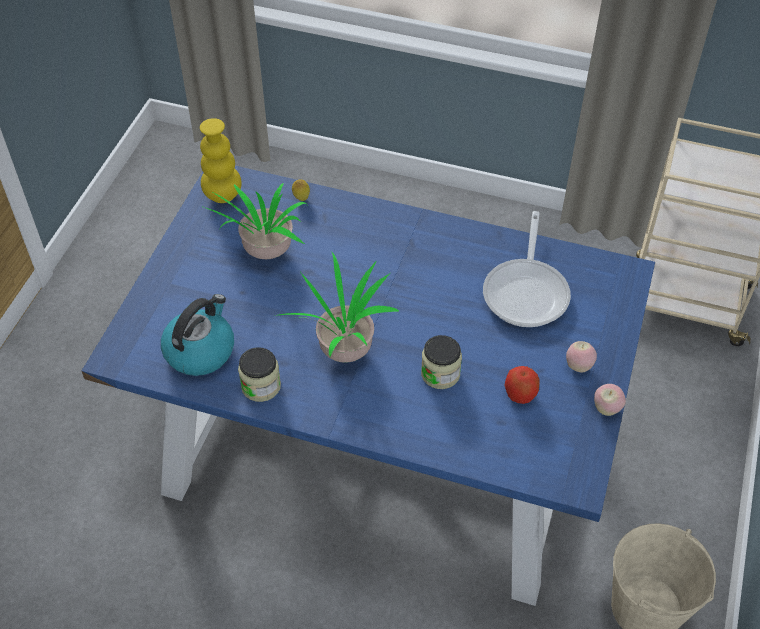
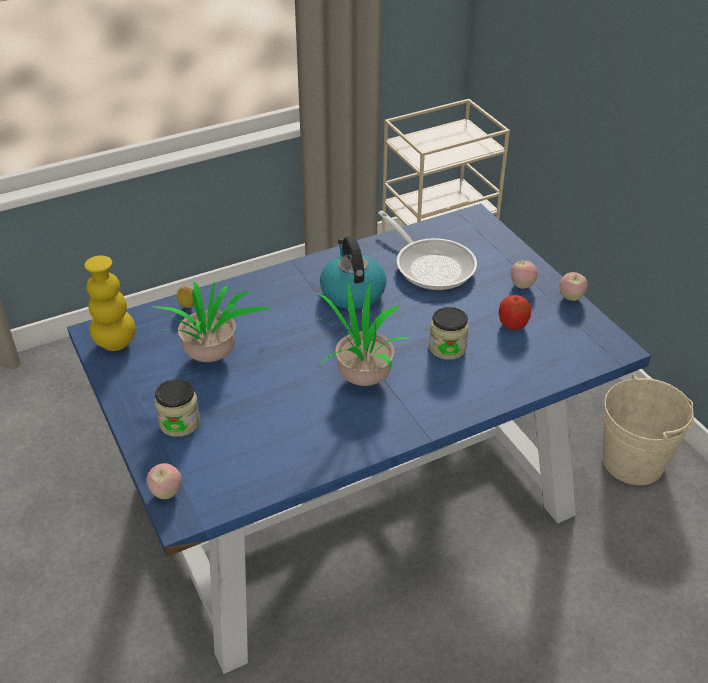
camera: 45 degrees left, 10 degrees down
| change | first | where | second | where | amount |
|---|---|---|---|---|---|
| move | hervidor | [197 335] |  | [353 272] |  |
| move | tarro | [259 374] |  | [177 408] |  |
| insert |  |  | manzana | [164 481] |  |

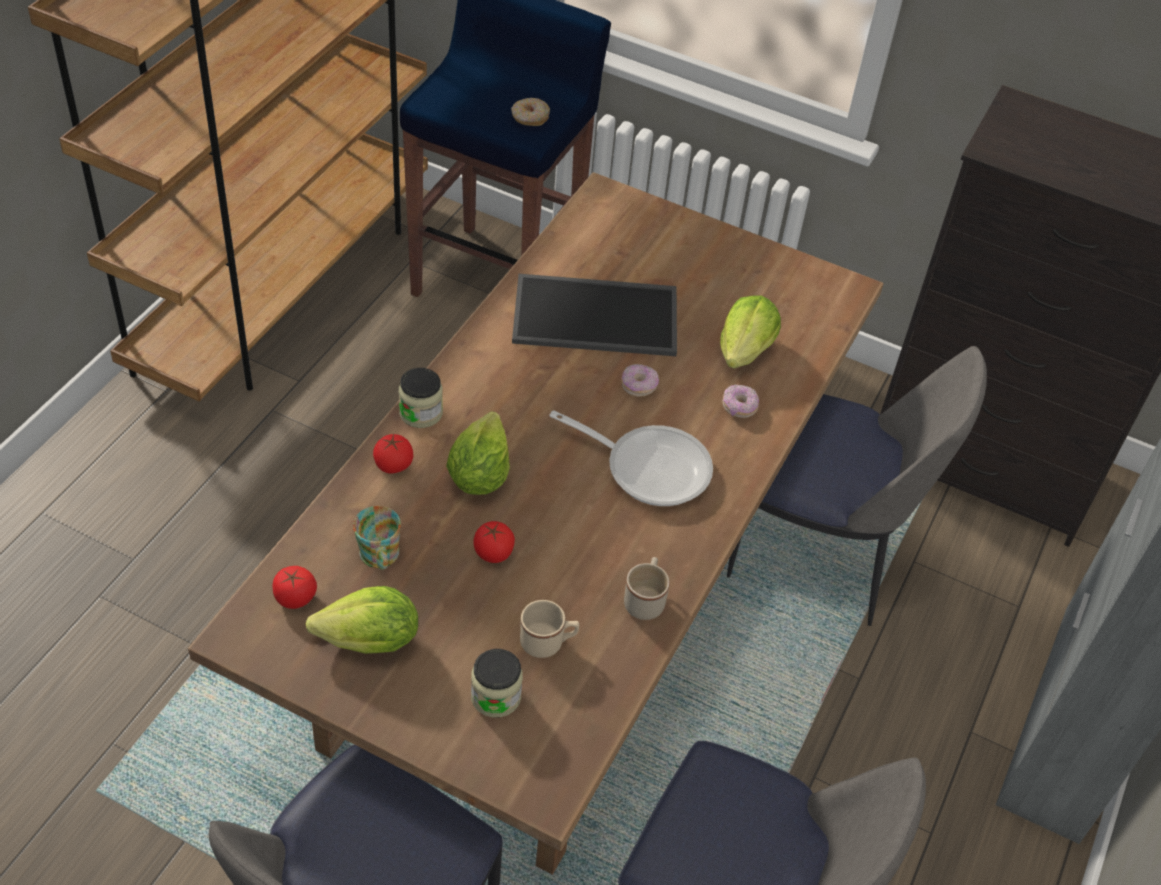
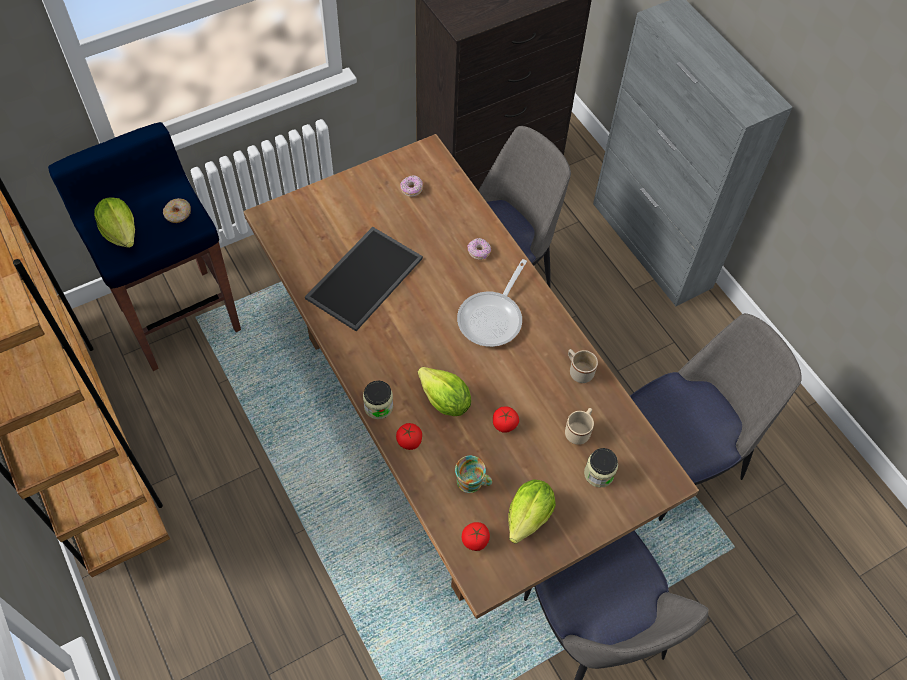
camera: 55 degrees left, 10 degrees up
| change | first | where | second | where | amount |
|---|---|---|---|---|---|
| rotate | sartén | [631 458] |  | [492 303] | 150 degrees clockwise |
| move | rosquilla | [640 380] |  | [411 186] |  |
| move | lechuga | [750 332] |  | [114 223] |  |

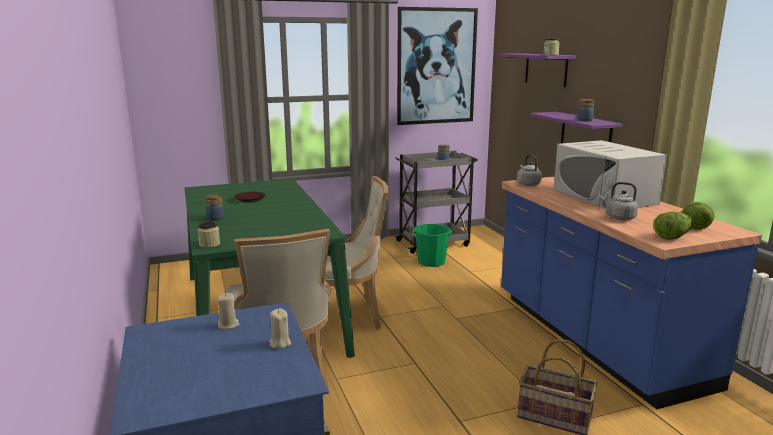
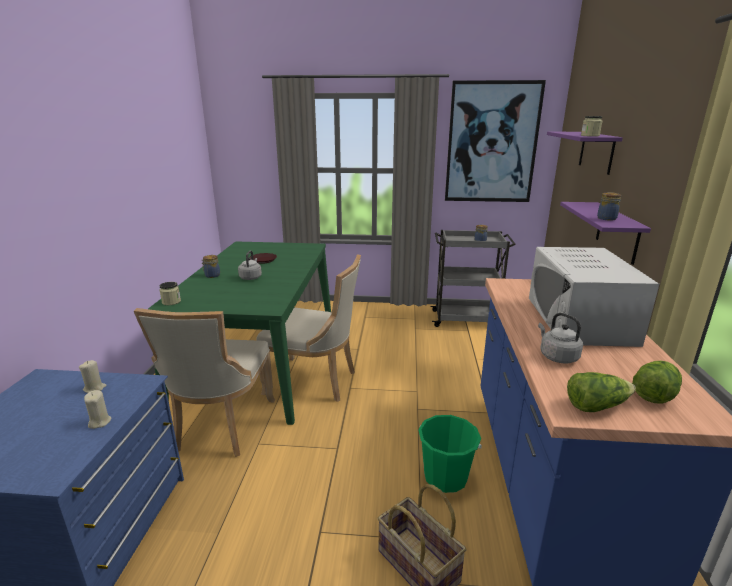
camera: 25 degrees right, 5 degrees up
| change | first | where | second | where | amount |
|---|---|---|---|---|---|
| move | cubo [verde] | [432 245] |  | [450 454] |  |
| move | hervidor [gris] | [529 170] |  | [250 265] |  |

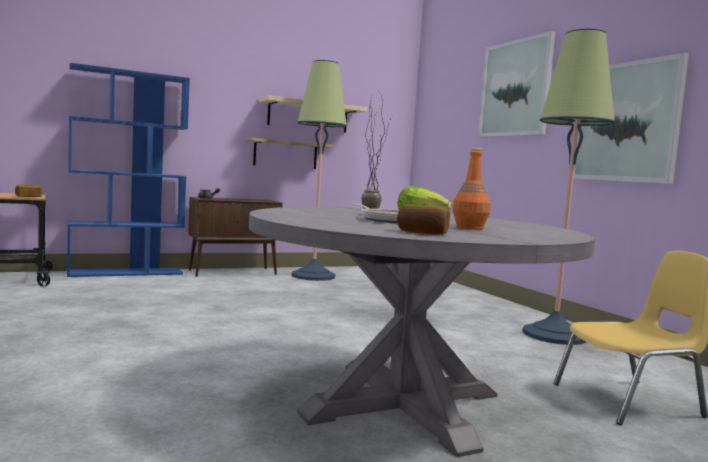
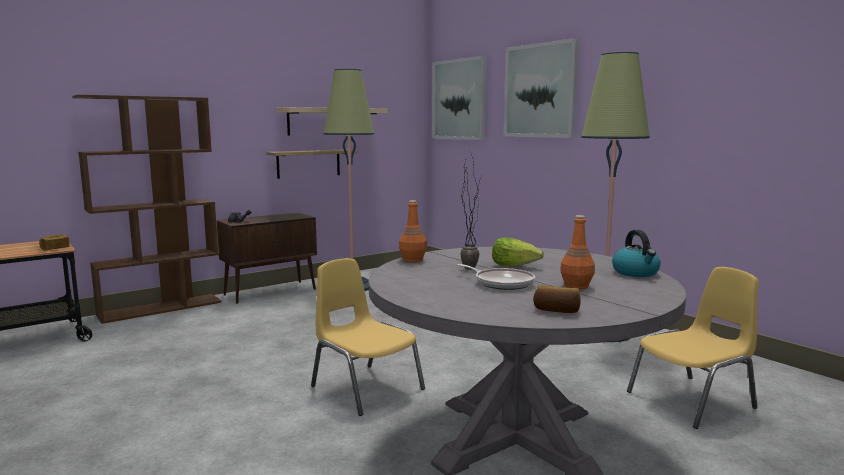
camera: 10 degrees left, 5 degrees up
| change | first | where | second | where | amount |
|---|---|---|---|---|---|
| recolor | estantería [azul] | [128 170] | estantería [marrón] | [147 209] |  |
| move | cuadro | [631 118] |  | [459 98] |  |
| insert |  |  | silla [amarillo] | [368 337] |  |
| insert |  |  | botella [naranja] | [413 231] |  |
| insert |  |  | hervidor | [636 253] |  |

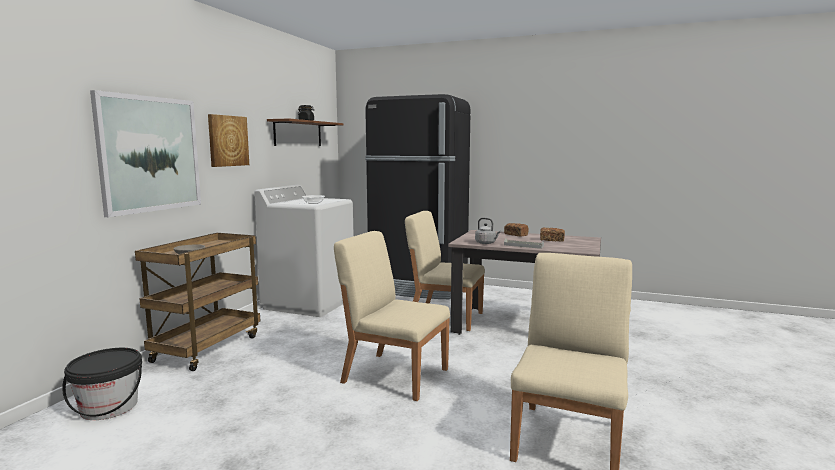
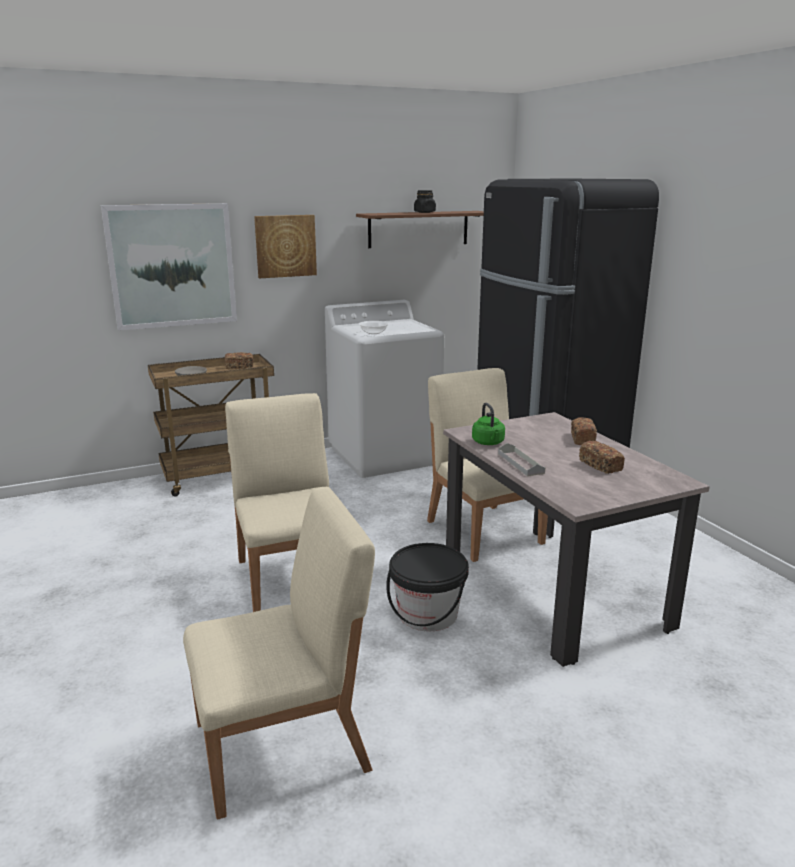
camera: 45 degrees right, 10 degrees up
| change | first | where | second | where | amount |
|---|---|---|---|---|---|
| move | cubo [negro] | [102 384] |  | [427 587] |  |
| recolor | hervidor [gris] | [488 231] | hervidor [verde] | [488 424] |  |
| insert |  |  | pan | [239 360] |  |

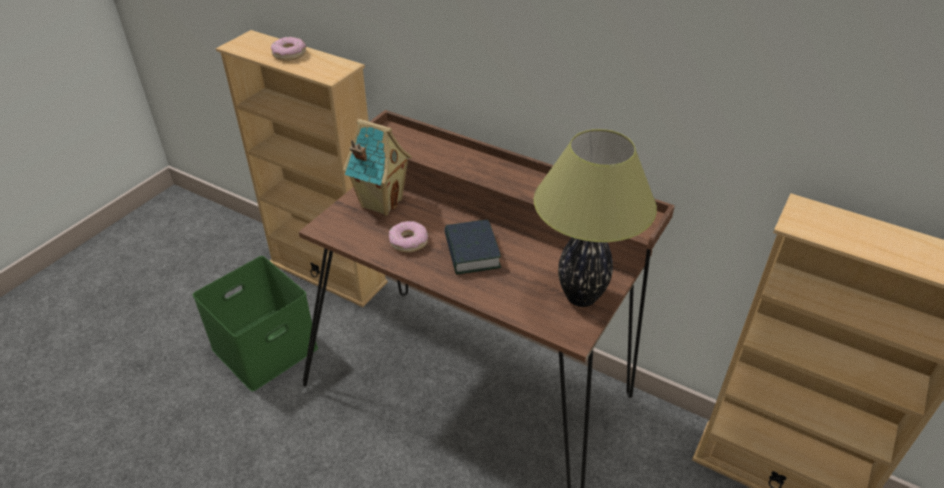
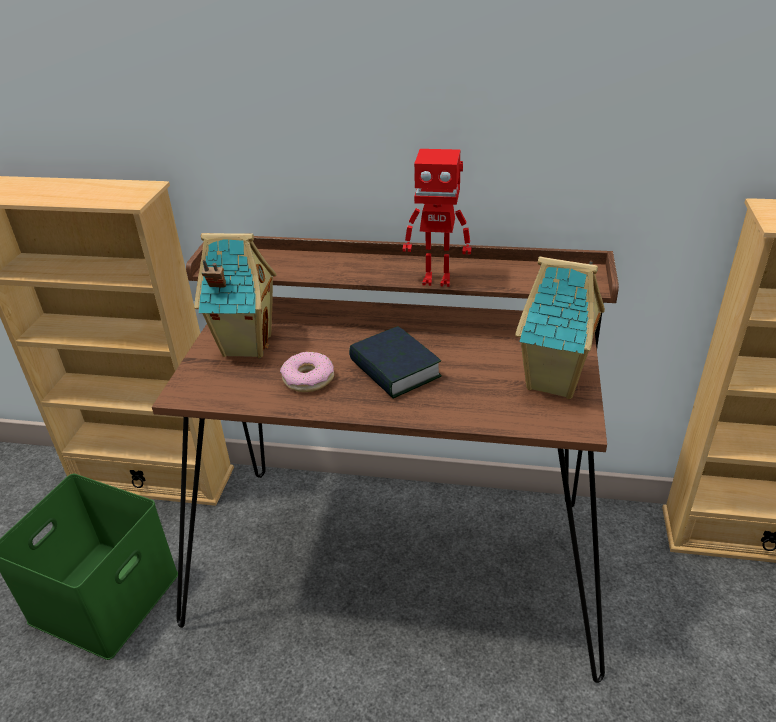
camera: 20 degrees left, 5 degrees down
| change | first | where | second | where | amount |
|---|---|---|---|---|---|
| delete | rosquilla | [288 49] |  |  |  |
| replace | lámpara de mesa | [595 218] | casita | [560 327] |  |
| insert |  |  | robot de juguete | [437 218] |  |

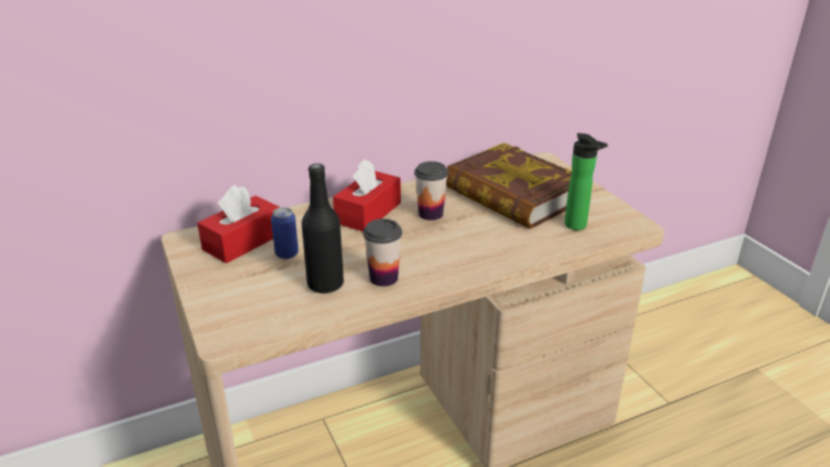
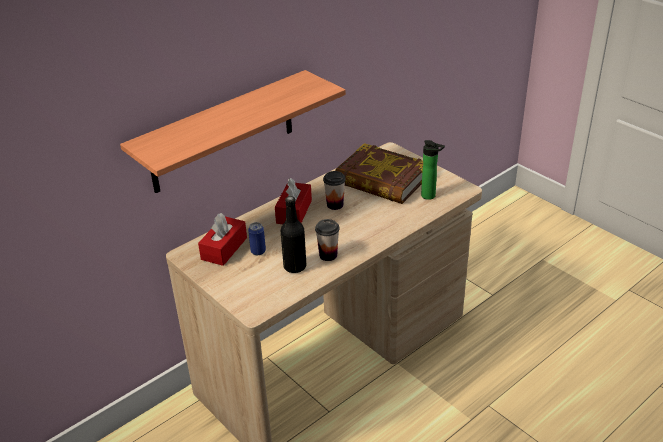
camera: 15 degrees left, 5 degrees up
| change | first | where | second | where | amount |
|---|---|---|---|---|---|
| insert |  |  | estante | [233 131] |  |

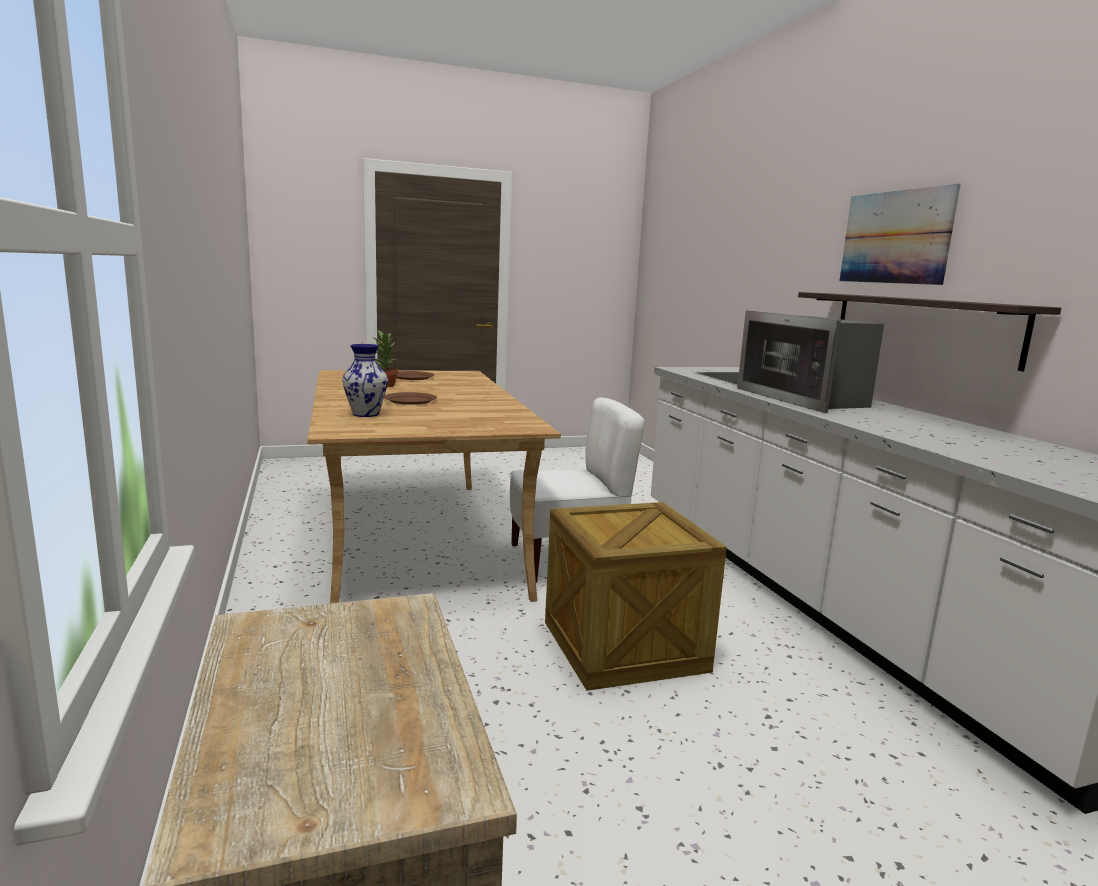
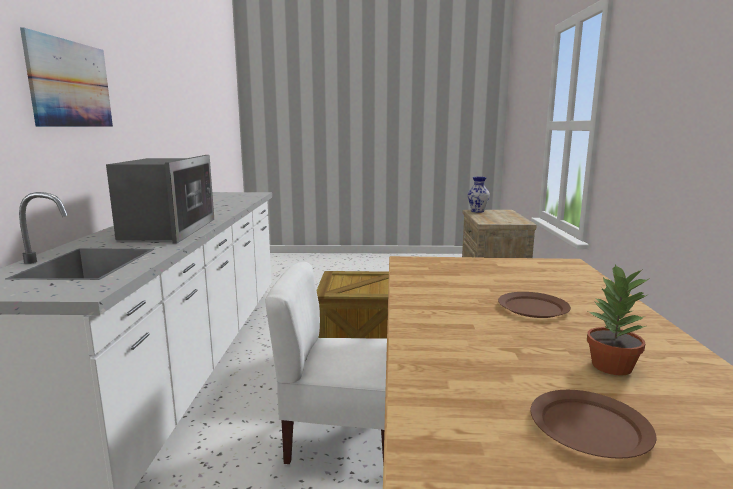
camera: 160 degrees left, 0 degrees up
| change | first | where | second | where | amount |
|---|---|---|---|---|---|
| move | florero | [365 380] |  | [479 195] |  |
| delete | estante | [929 331] |  |  |  |

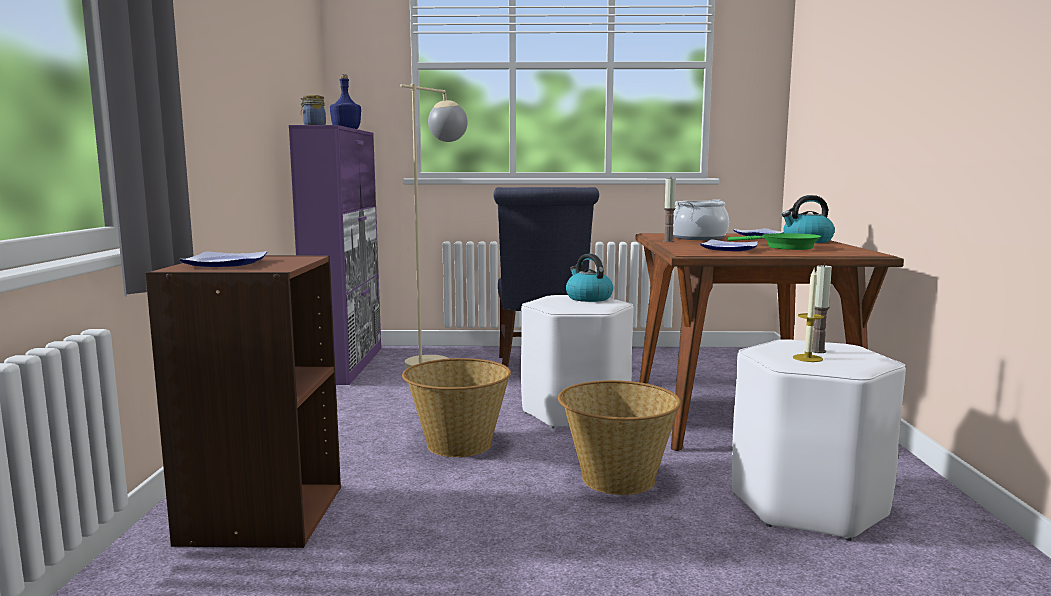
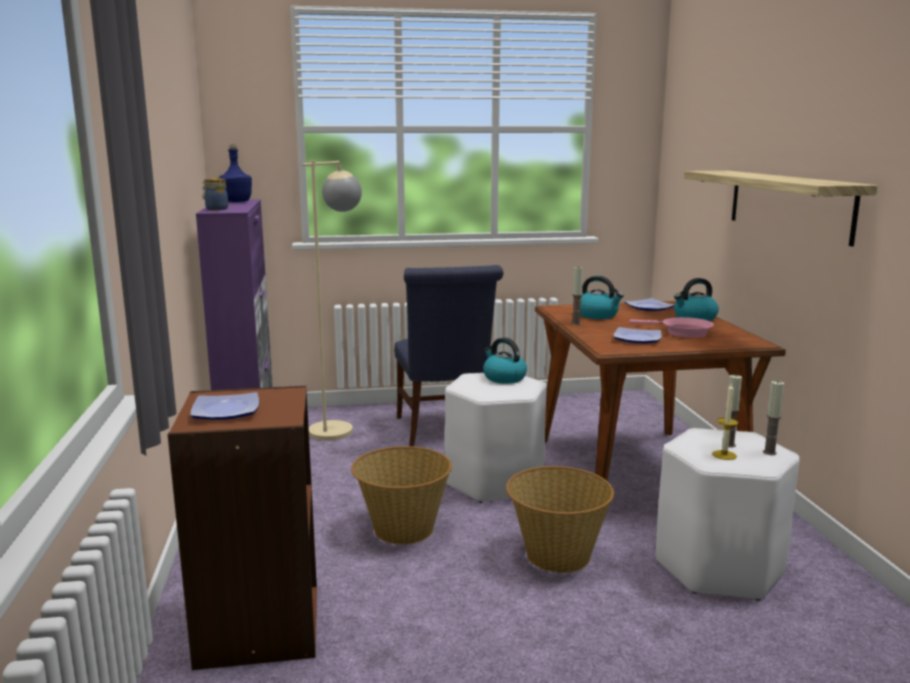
camera: 10 degrees left, 5 degrees up
| change | first | where | second | where | amount |
|---|---|---|---|---|---|
| replace | olla | [701 219] | hervidor | [602 297] |  |
| recolor | sartén [verde] | [774 241] | sartén [rosa] | [671 327] |  |
| insert |  |  | estante | [781 209] |  |
| insert |  |  | vela | [773 418] |  |

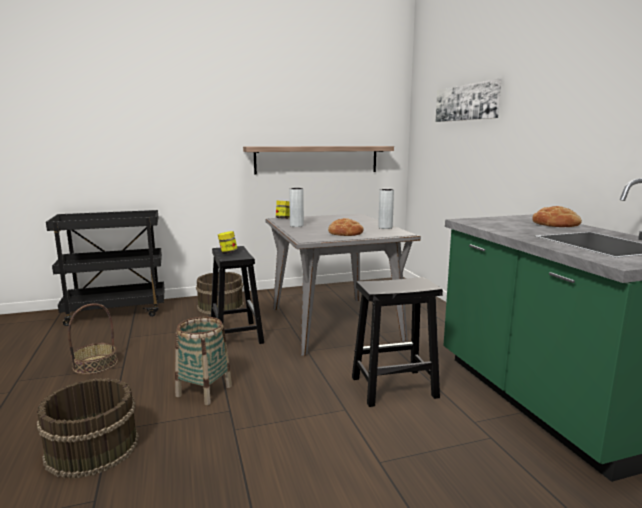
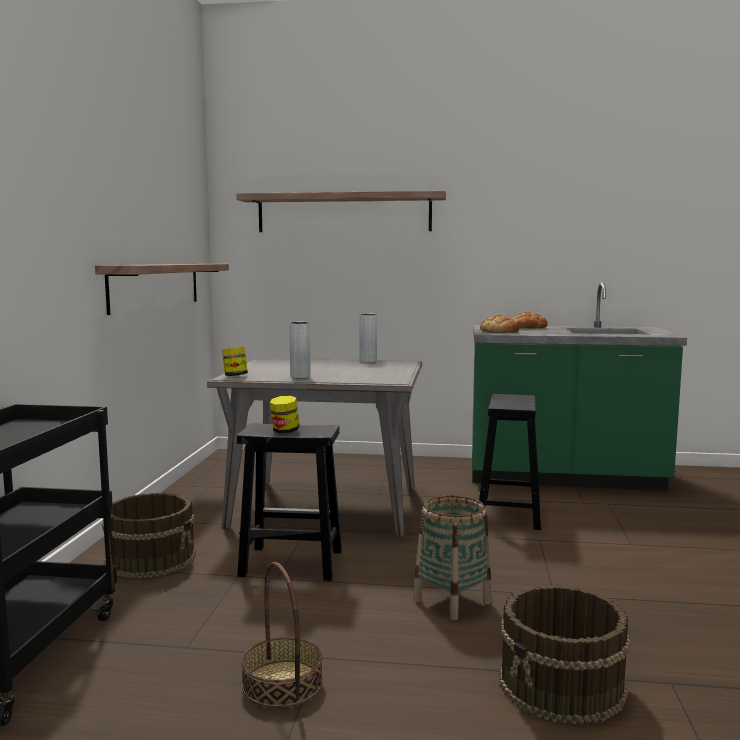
camera: 65 degrees left, 5 degrees down
| change | first | where | second | where | amount |
|---|---|---|---|---|---|
| move | pan | [346 227] |  | [500 324] |  |
| replace | cuadro | [468 100] | estante | [341 211] |  |

